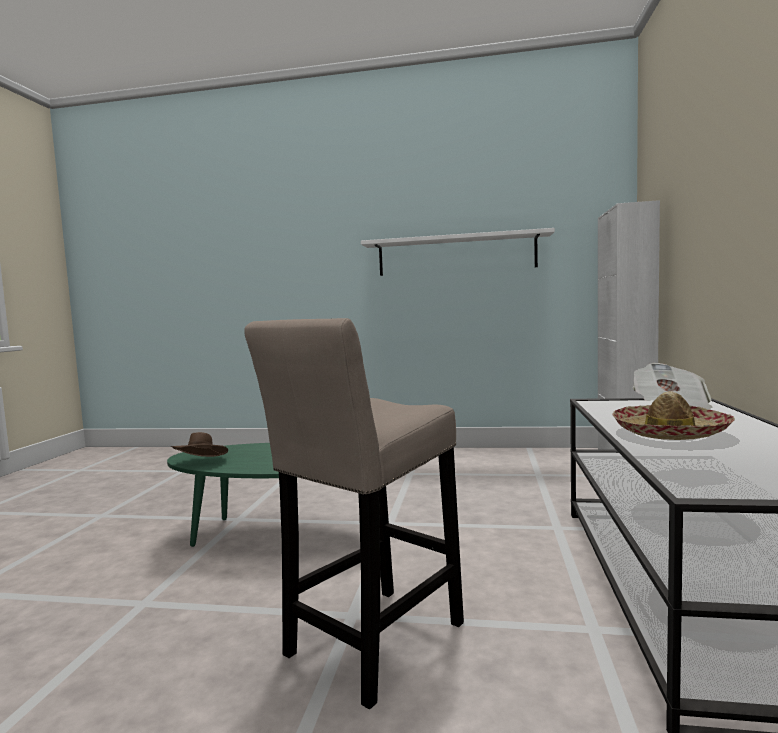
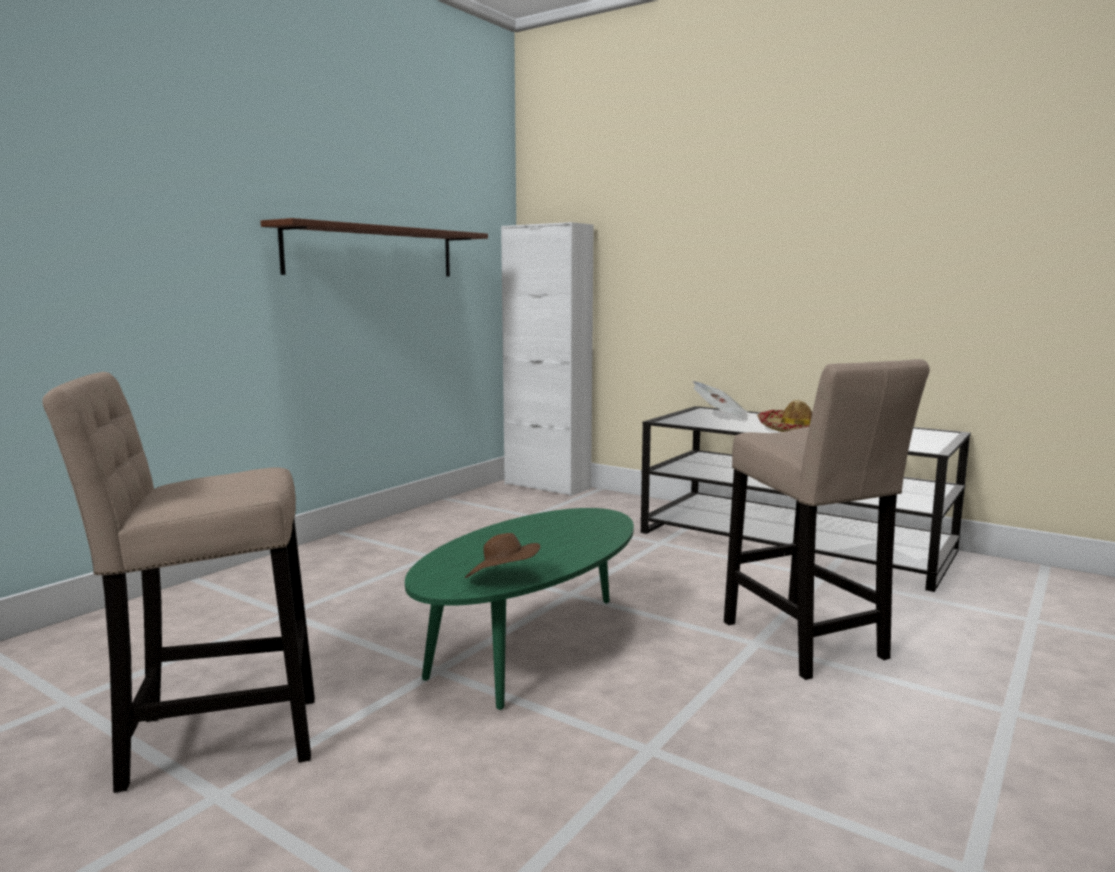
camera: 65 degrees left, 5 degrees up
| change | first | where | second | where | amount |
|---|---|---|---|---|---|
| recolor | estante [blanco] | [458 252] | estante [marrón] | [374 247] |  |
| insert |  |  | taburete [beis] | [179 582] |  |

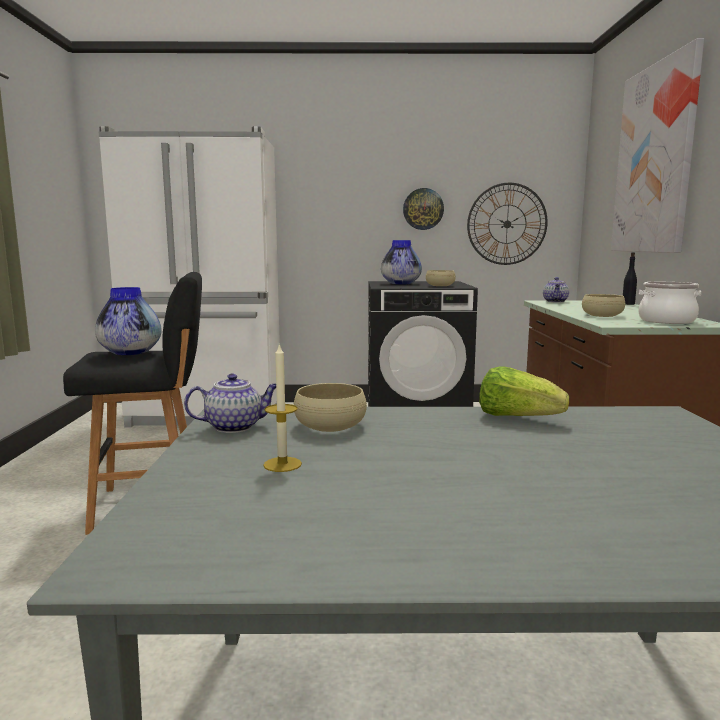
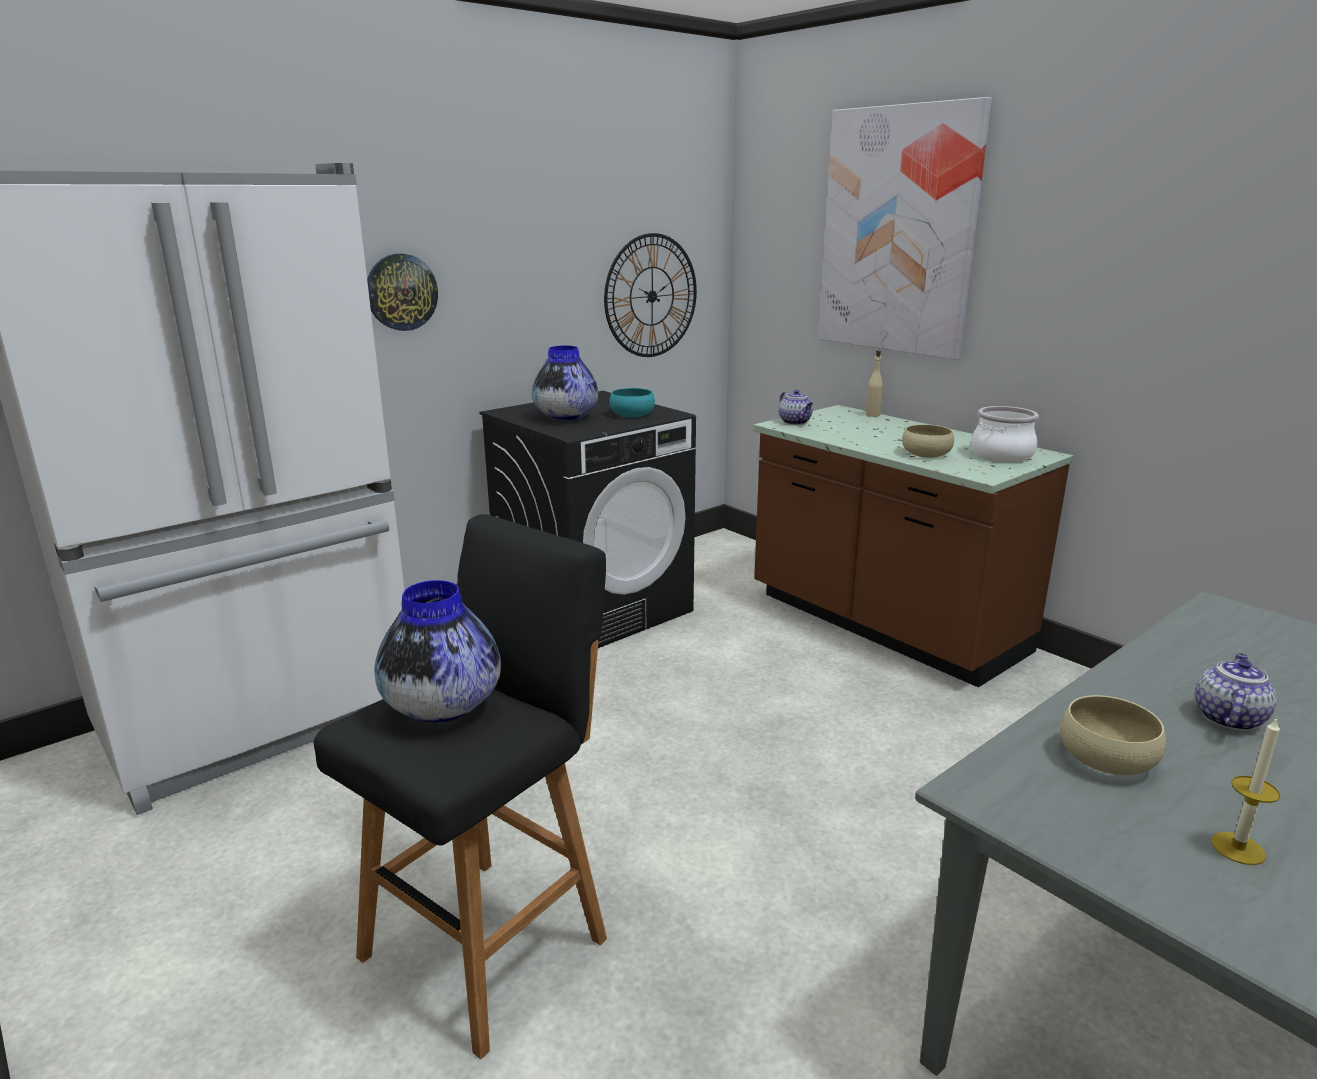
camera: 40 degrees left, 10 degrees up
| change | first | where | second | where | amount |
|---|---|---|---|---|---|
| move | tetera | [230 403] |  | [1236 692] |  |
| move | reloj de pared | [423 209] |  | [402 292] |  |
| recolor | cuenco [beis] | [441 278] | cuenco [turquesa] | [632 402] |  |
| delete | lechuga | [524 391] |  |  |  |
| recolor | botella [negro] | [630 278] | botella [beis] | [874 384] |  |

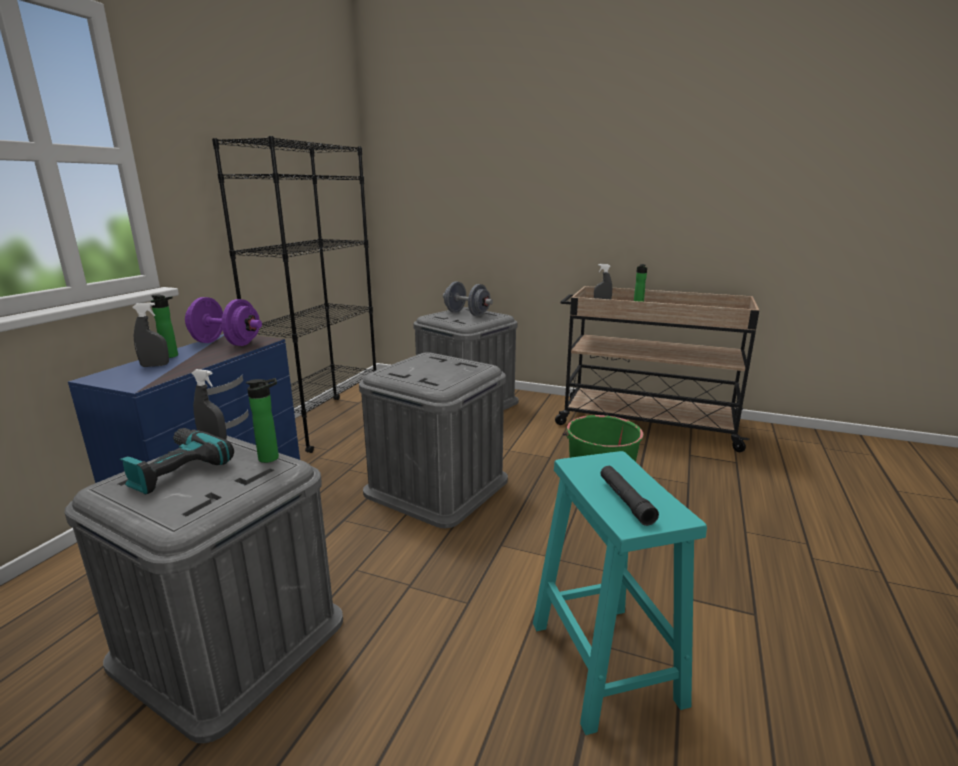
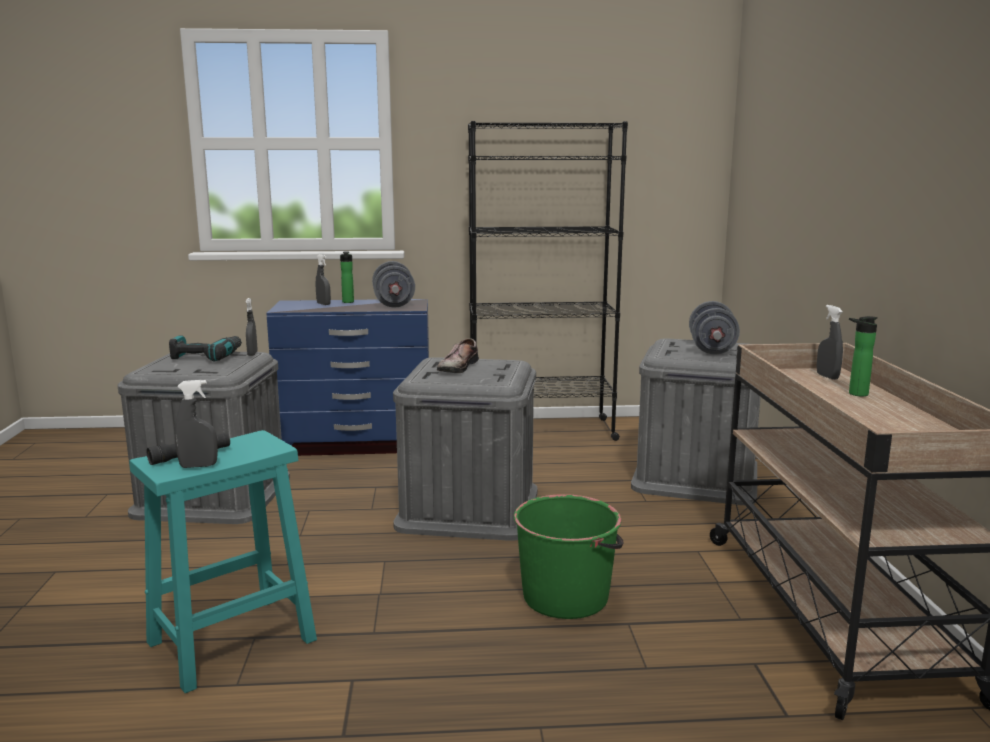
camera: 65 degrees right, 5 degrees down
| change | first | where | second | where | amount |
|---|---|---|---|---|---|
| recolor | mancuerna [morado] | [223 321] | mancuerna [gris] | [393 284] |  |
| delete | botella | [262 420] |  |  |  |
| insert |  |  | pulverizador [gris] | [196 424] |  |
| insert |  |  | zapato | [458 355] |  |

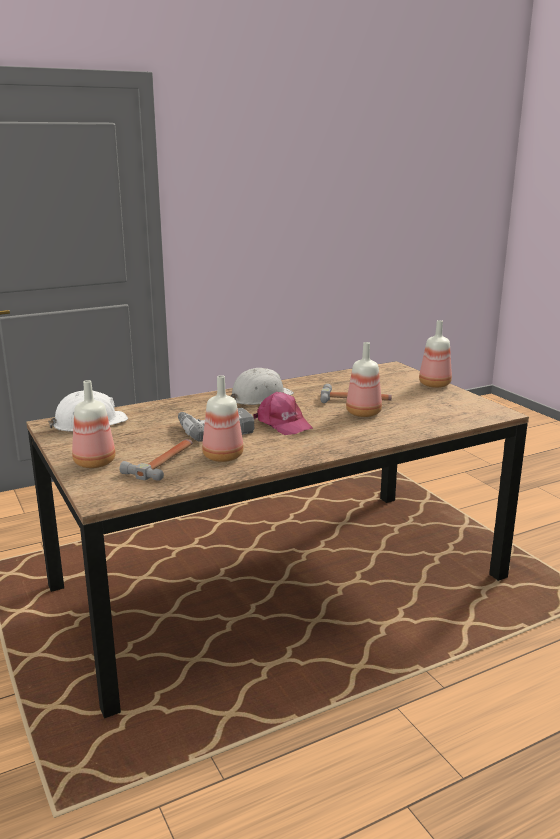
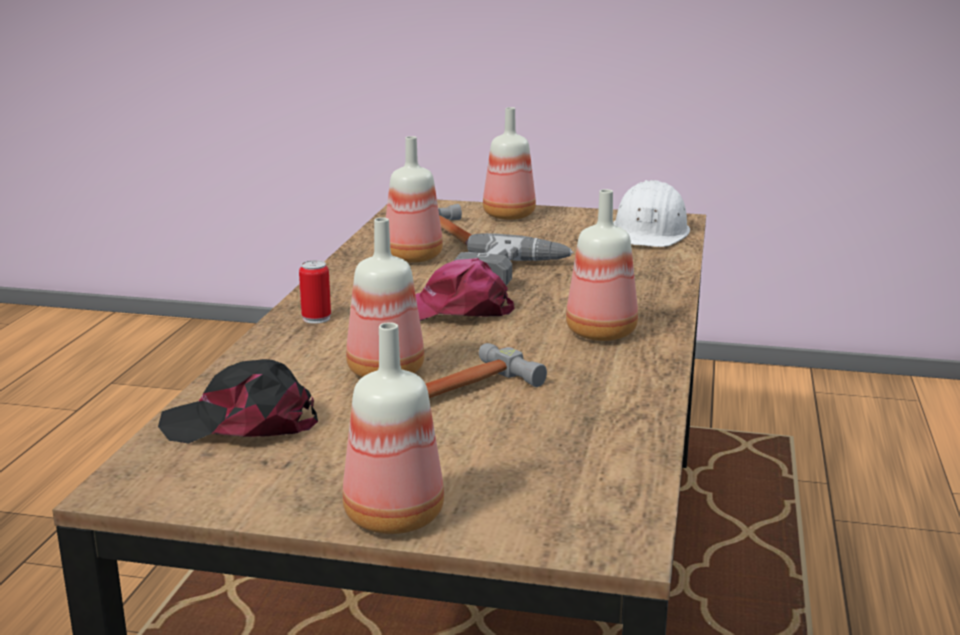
camera: 130 degrees right, 0 degrees up
| change | first | where | second | where | amount |
|---|---|---|---|---|---|
| replace | casco [blanco] | [262 386] | botella | [602 265] |  |
| insert |  |  | gorra [negro] | [238 401] |  |
| insert |  |  | lata | [315 292] |  |

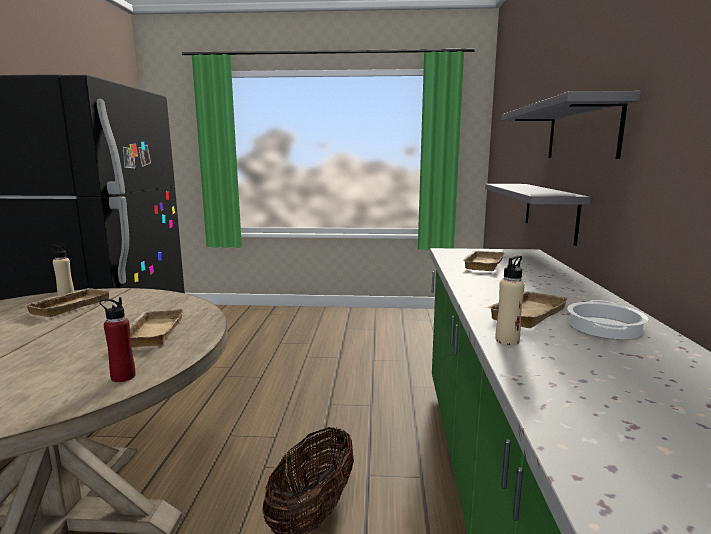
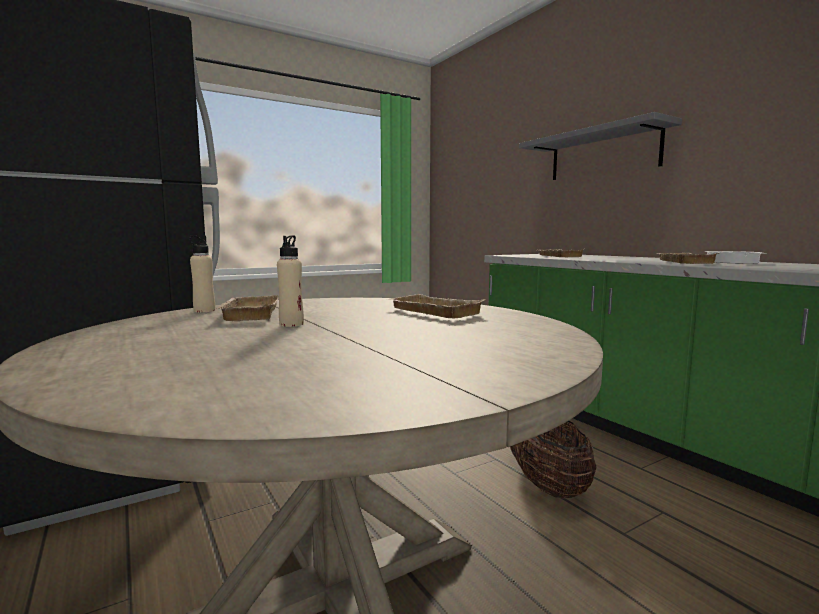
camera: 35 degrees left, 5 degrees down
| change | first | where | second | where | amount |
|---|---|---|---|---|---|
| delete | botella [rojo] | [118 339] |  |  |  |
| delete | estante [gris] | [538 215] |  |  |  |
| move | botella [beis] | [510 300] |  | [290 281] |  |

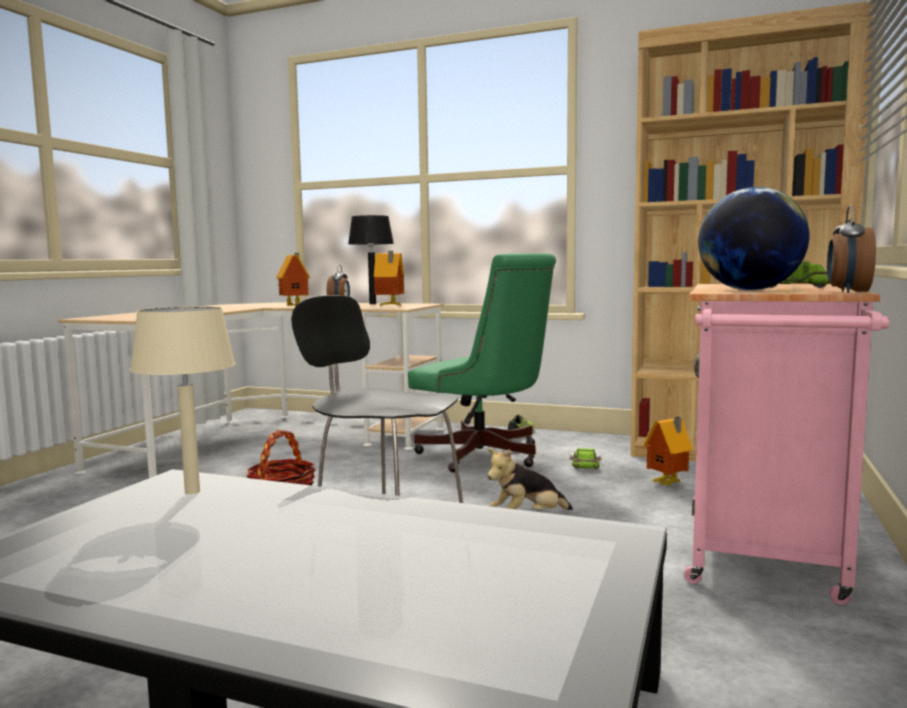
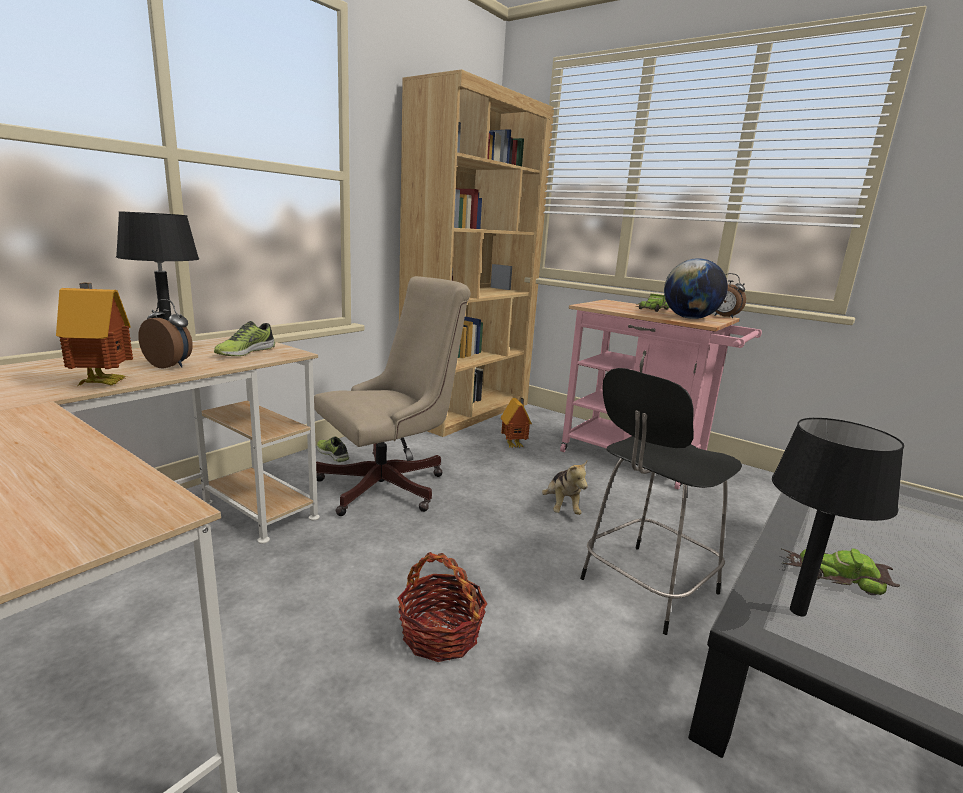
camera: 75 degrees left, 10 degrees up
| change | first | where | second | where | amount |
|---|---|---|---|---|---|
| recolor | lámpara de mesa [beis] | [183 401] | lámpara de mesa [negro] | [838 517] |  |
| replace | casita | [389 278] | zapato | [244 338] |  |
| recolor | silla de oficina [verde] | [482 362] | silla de oficina [beis] | [392 396] |  |
| move | coche de juguete | [585 458] |  | [841 571] |  |

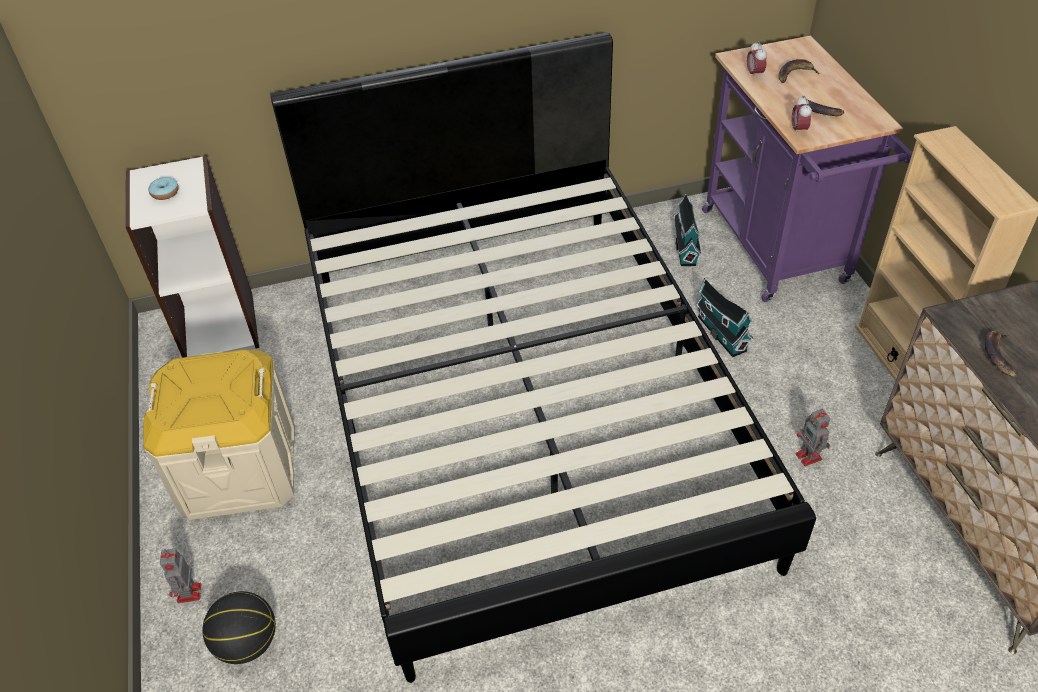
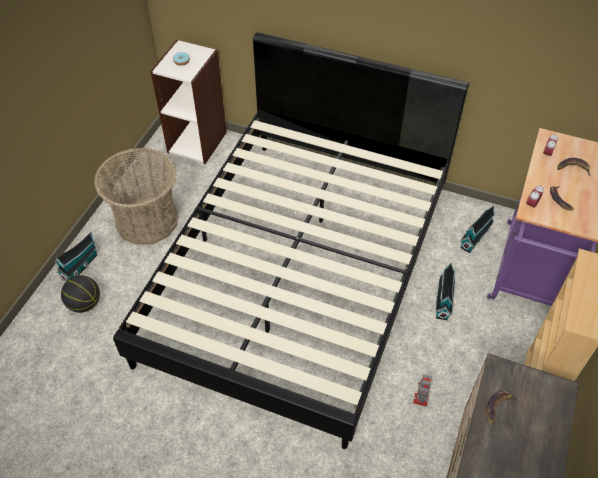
camera: 35 degrees right, 5 degrees up
| change | first | where | second | where | amount |
|---|---|---|---|---|---|
| replace | caja de almacenaje [beis] | [219 434] | cesta | [136 196] |  |
| replace | robot de juguete | [180 575] | casita | [76 257] |  |

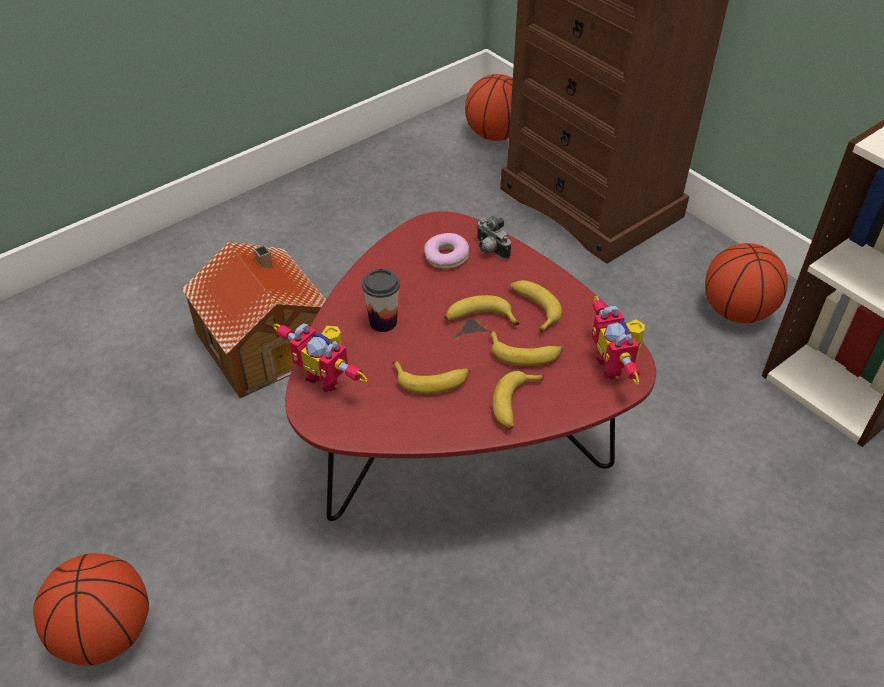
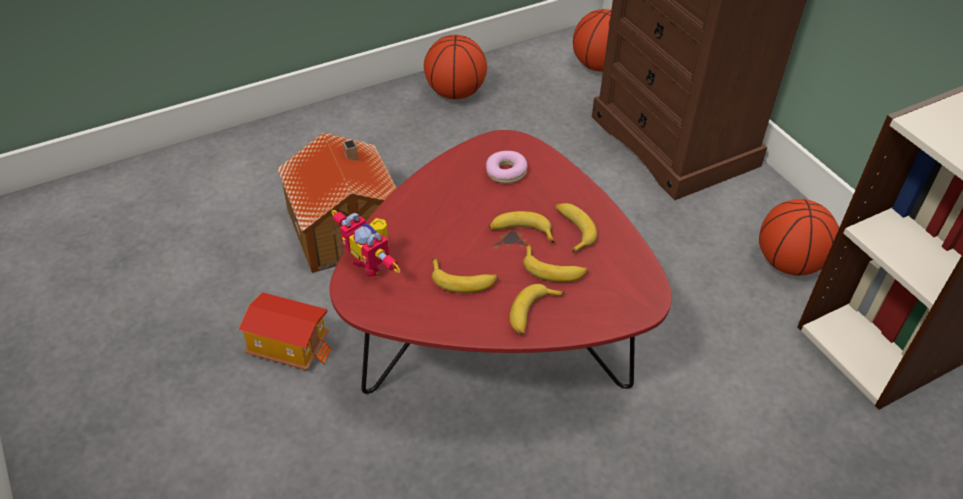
camera: 10 degrees right, 0 degrees up
| change | first | where | second | where | amount |
|---|---|---|---|---|---|
| move | balón de baloncesto | [91 609] |  | [455 67] |  |
| delete | taza | [381 300] |  |  |  |
| delete | cámara | [493 238] |  |  |  |
| delete | robot de juguete | [618 340] |  |  |  |
| insert |  |  | casita | [285 331] |  |

